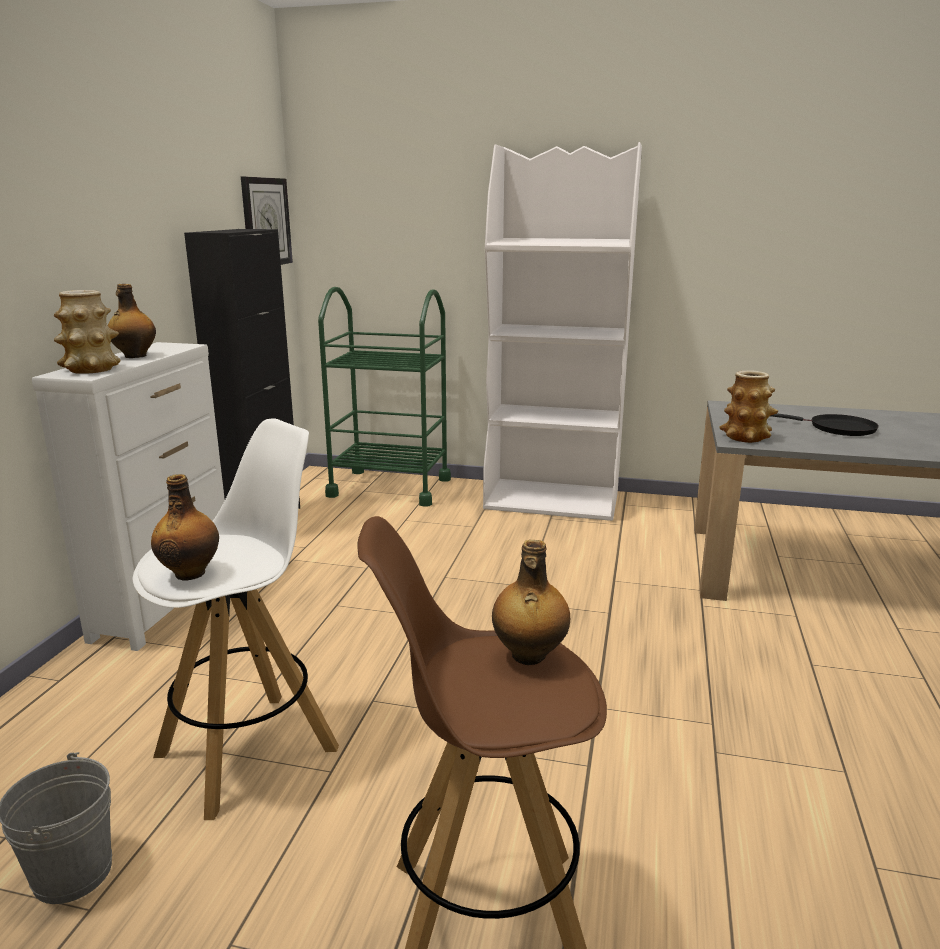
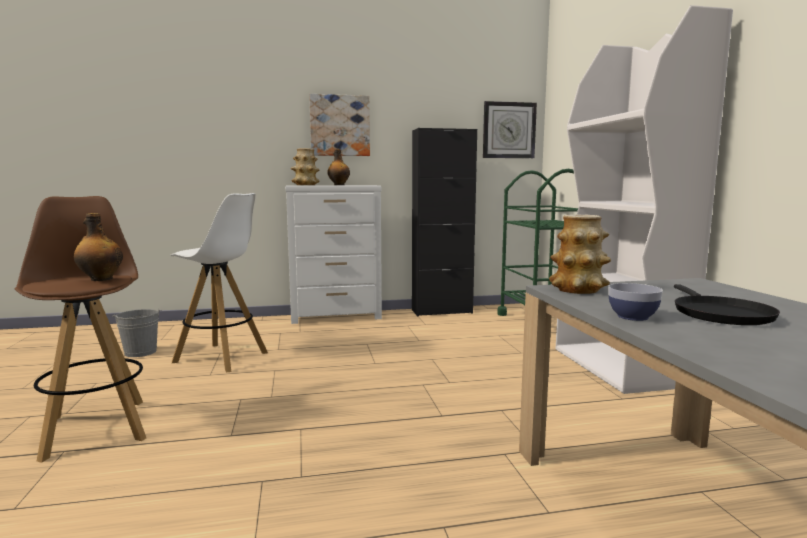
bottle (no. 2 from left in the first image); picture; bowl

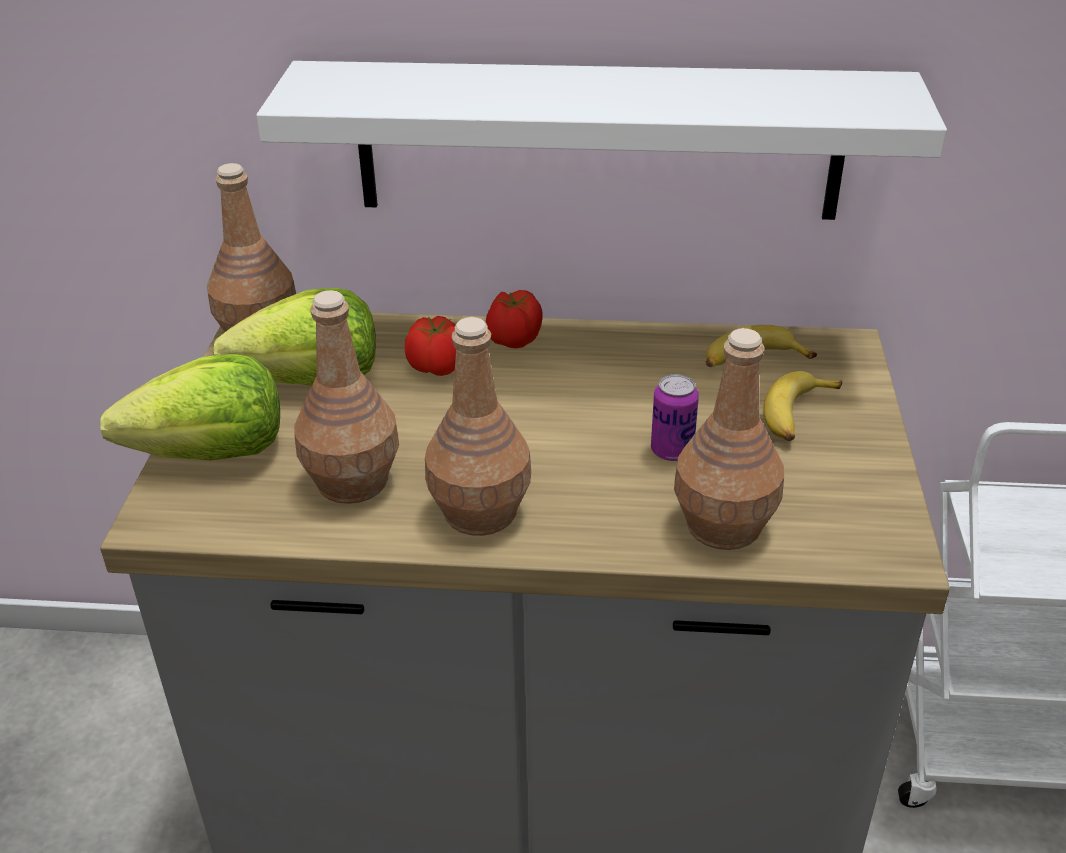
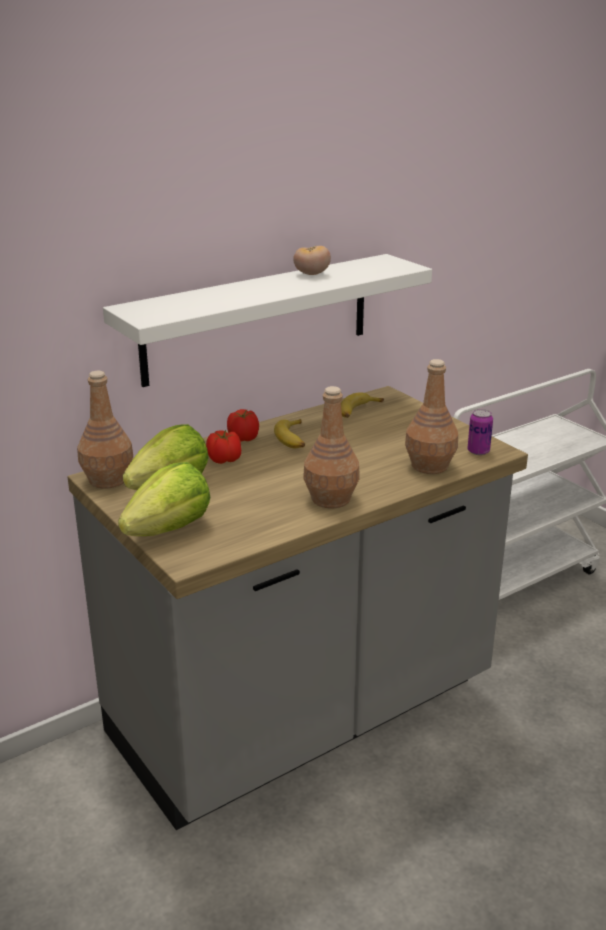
bottle in brown (no. 2 from left in the first image); tomato (no. 3 from left); can; banana (no. 1 from left)

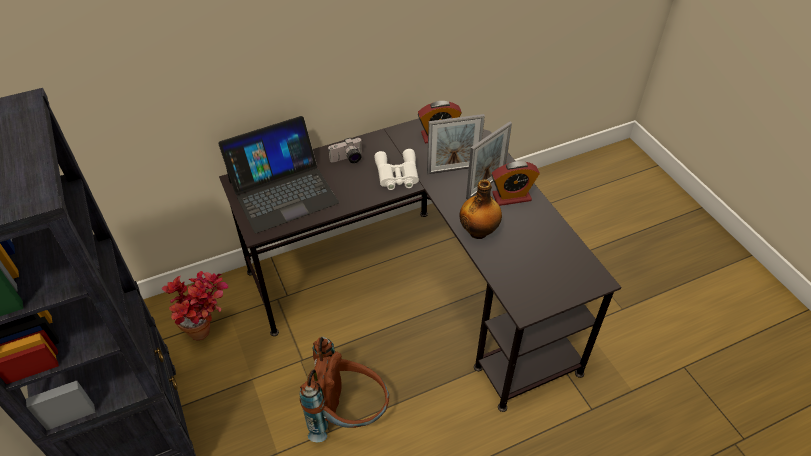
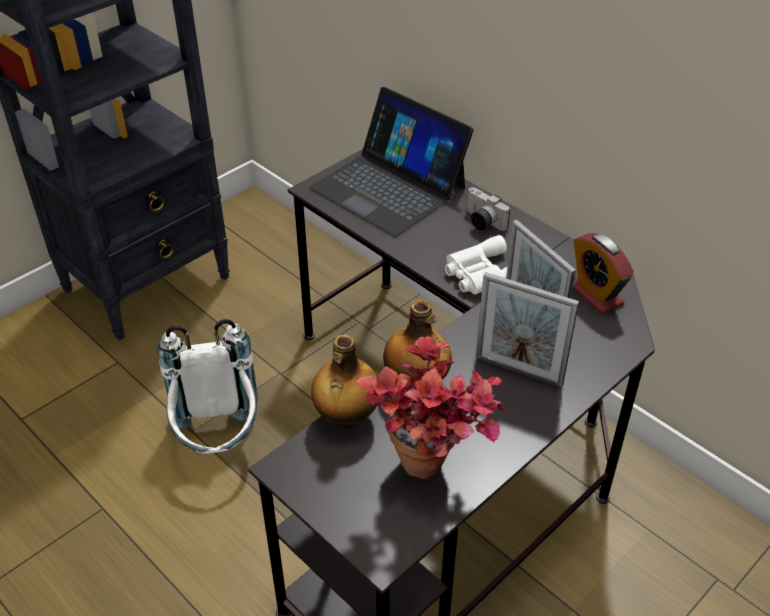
alarm clock (no. 2 from left in the first image); bottle (no. 1 from left); potted plant; backpack in white

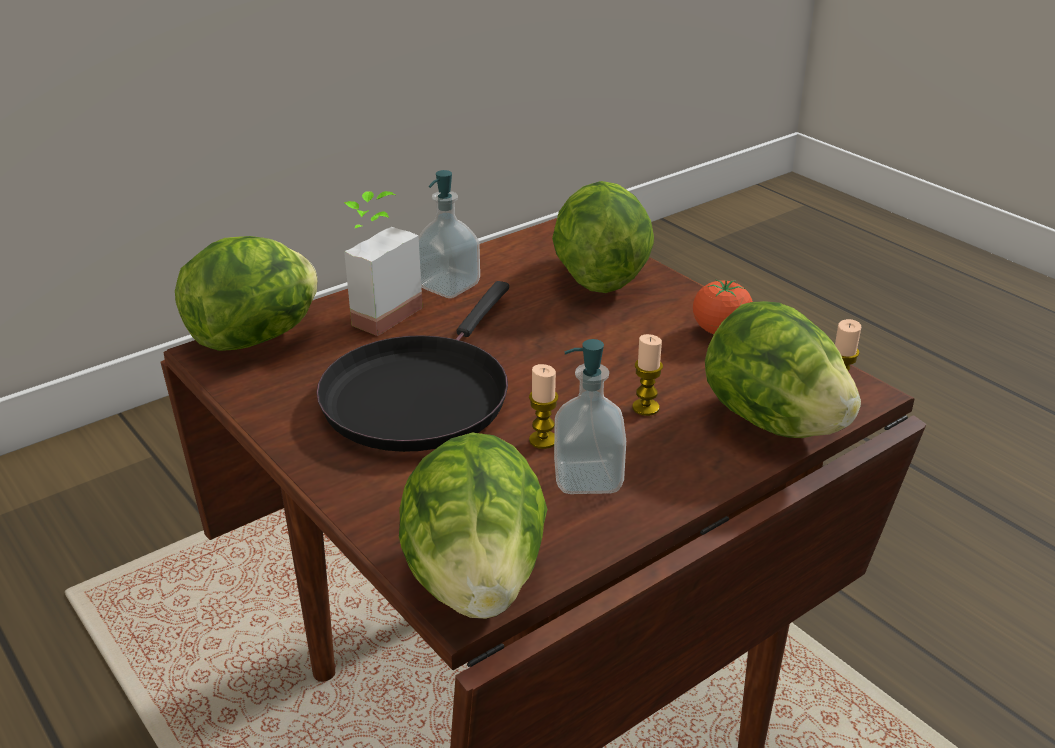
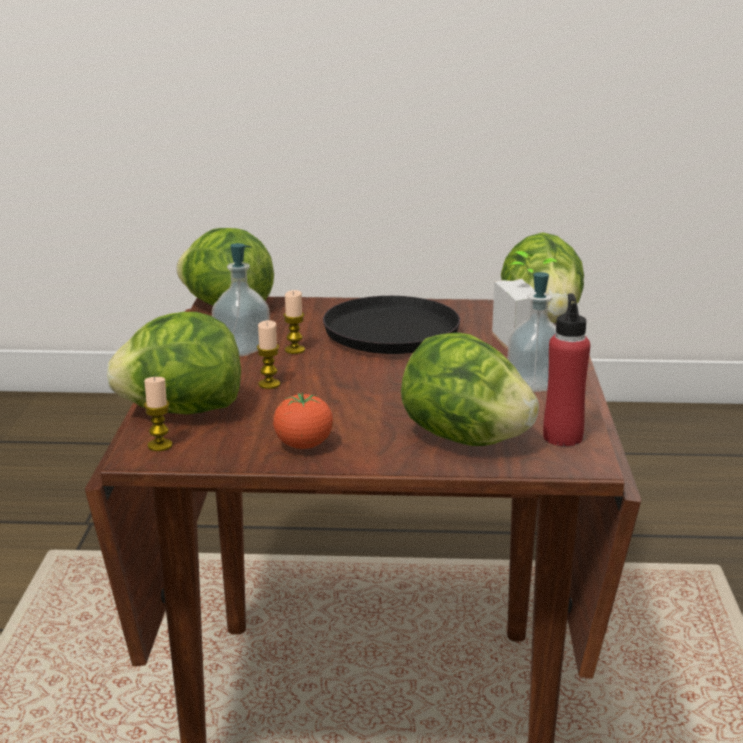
bottle in red

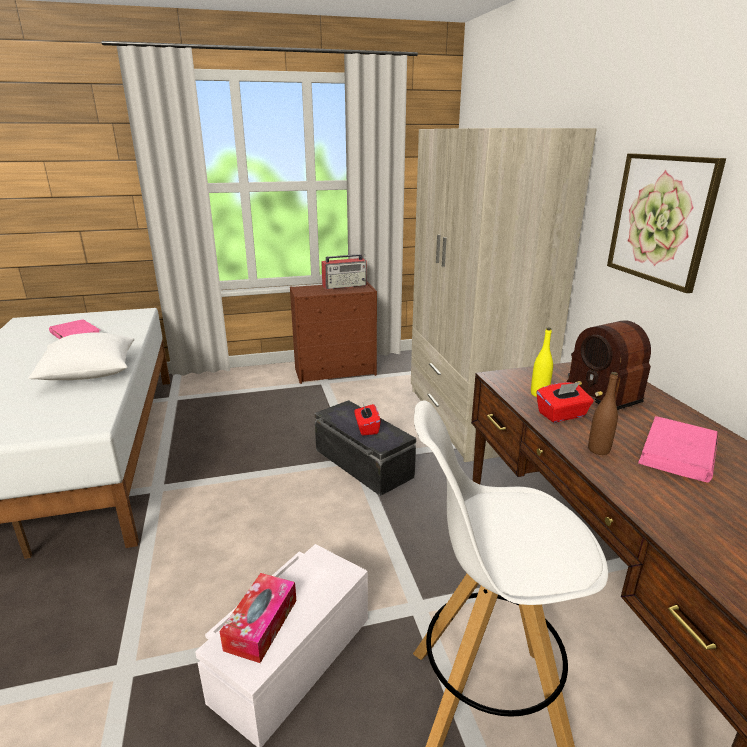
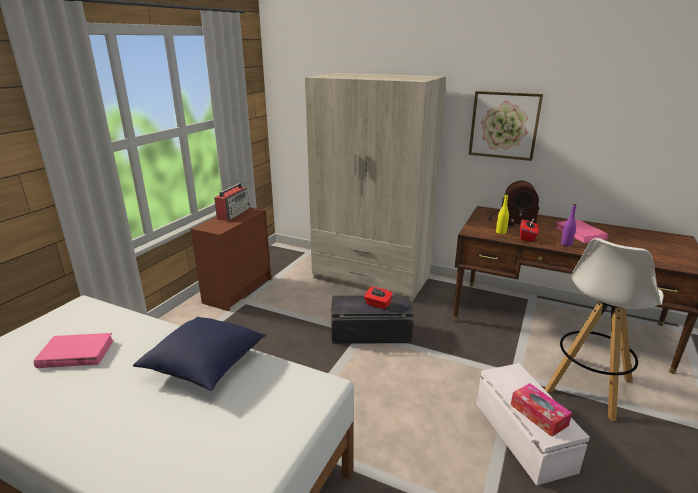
pillow in blue; bottle in purple

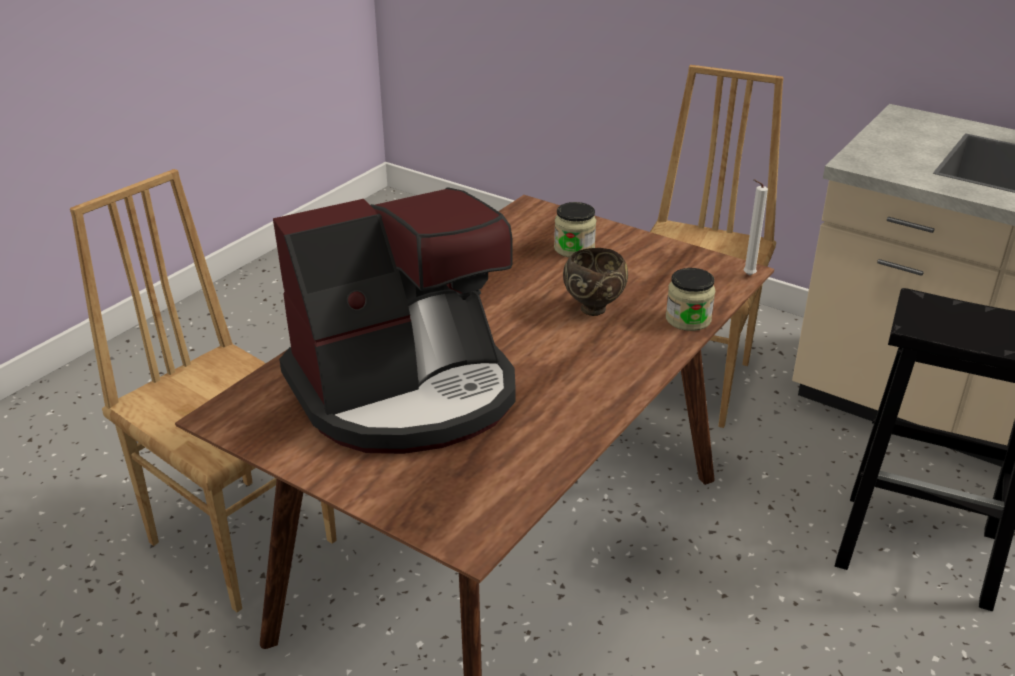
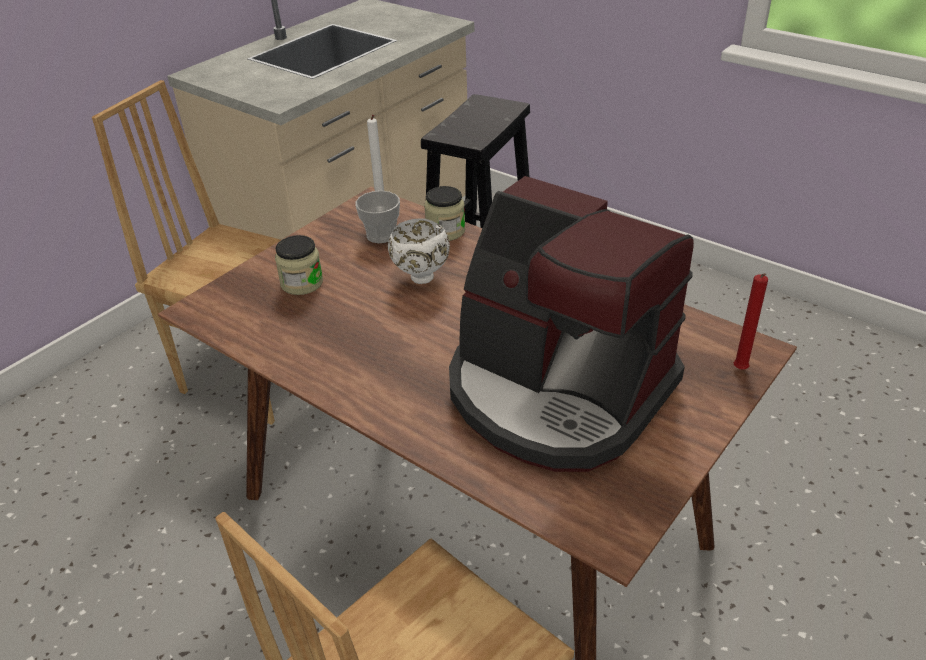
cup; candle in red; bowl in white; coffee machine

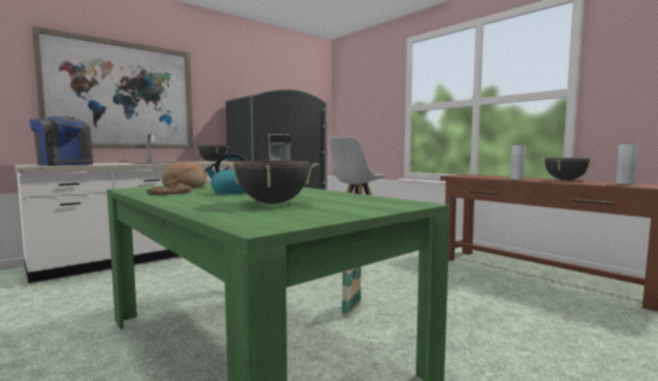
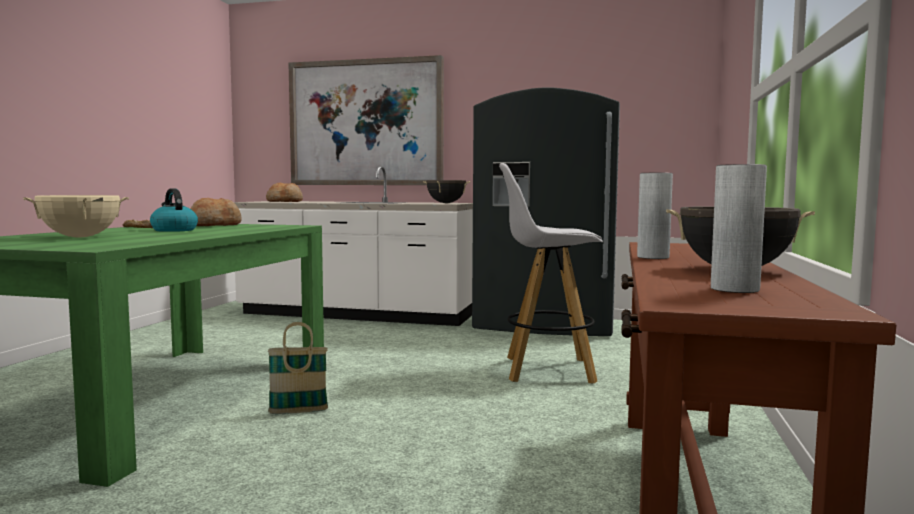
bread (no. 3 from left); cooking pot in beige

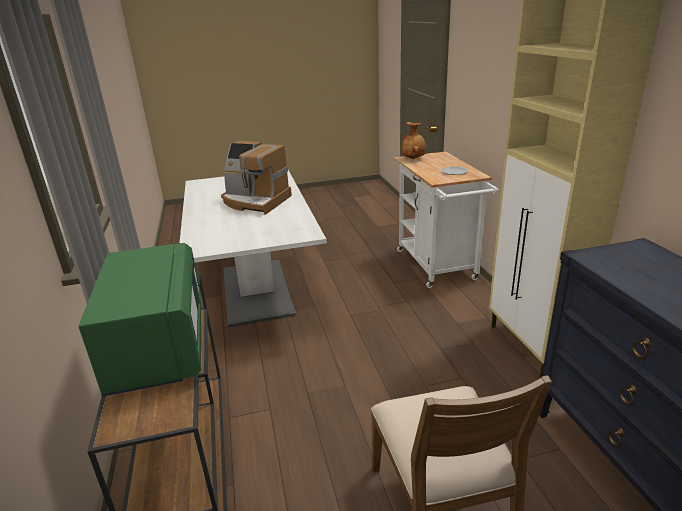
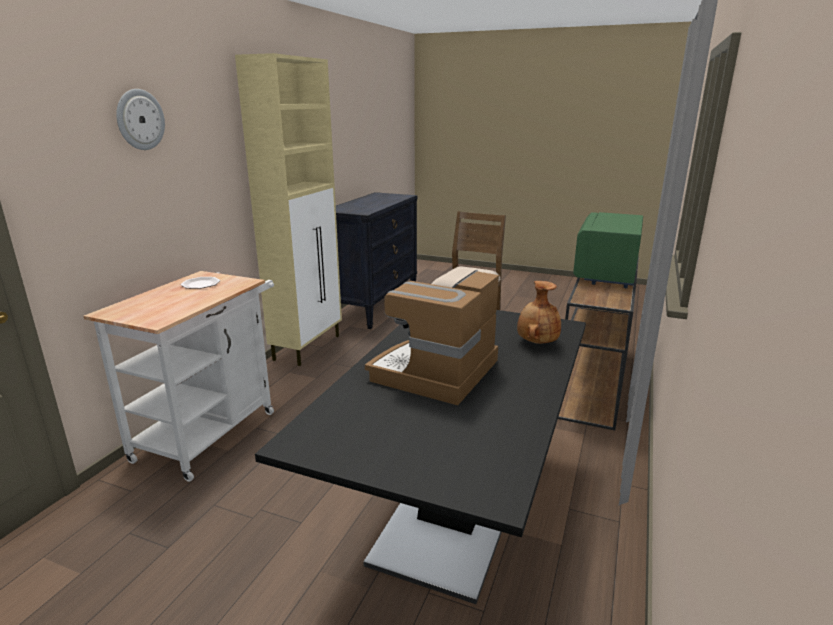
wall clock; vase in brown; dining table in black; coffee machine

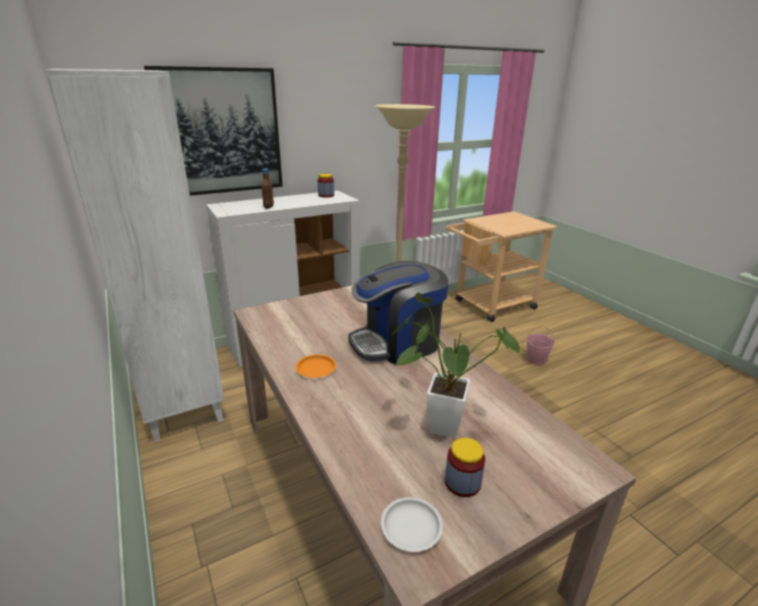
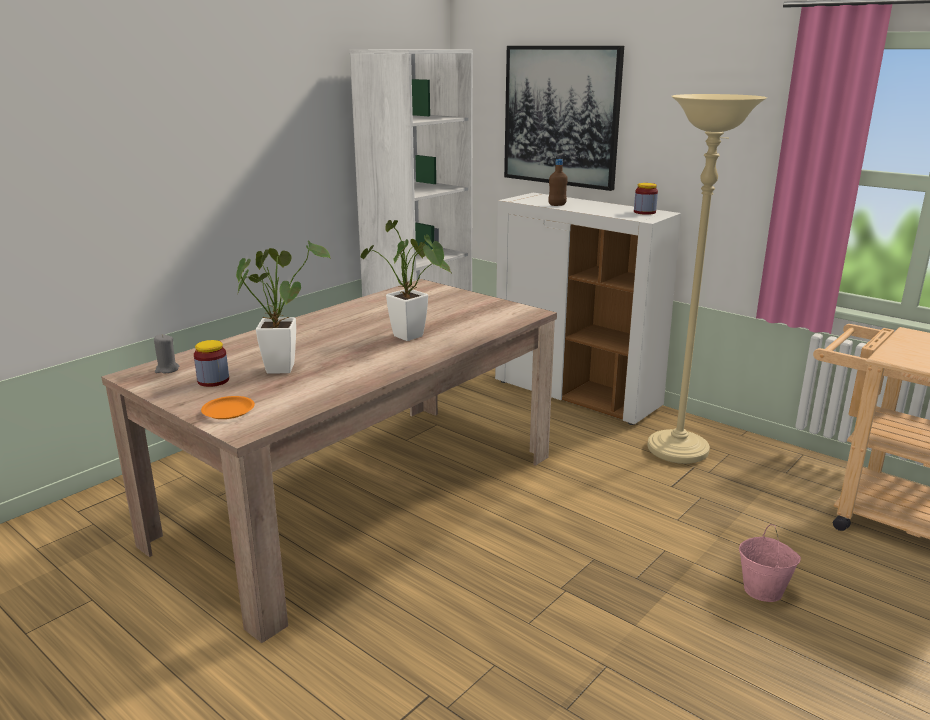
plate in orange; potted plant (no. 2 from left); candle in grey

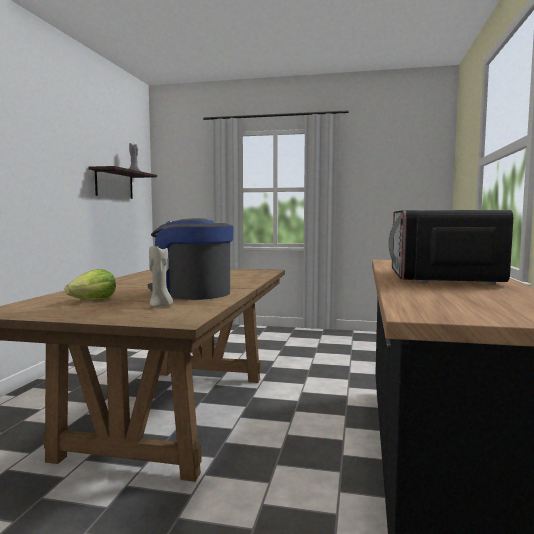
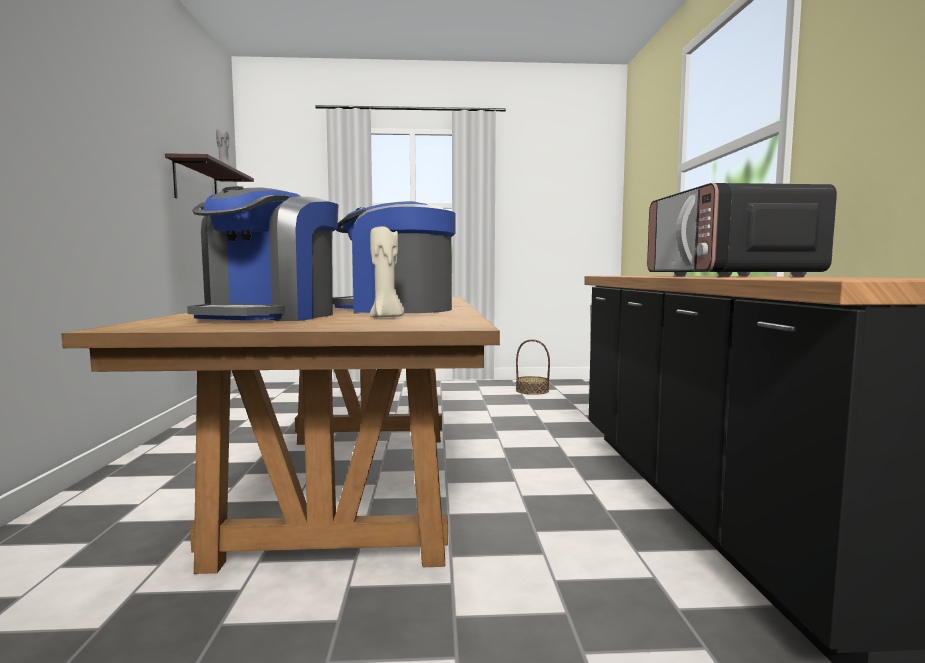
basket; coffee machine (no. 1 from left)

